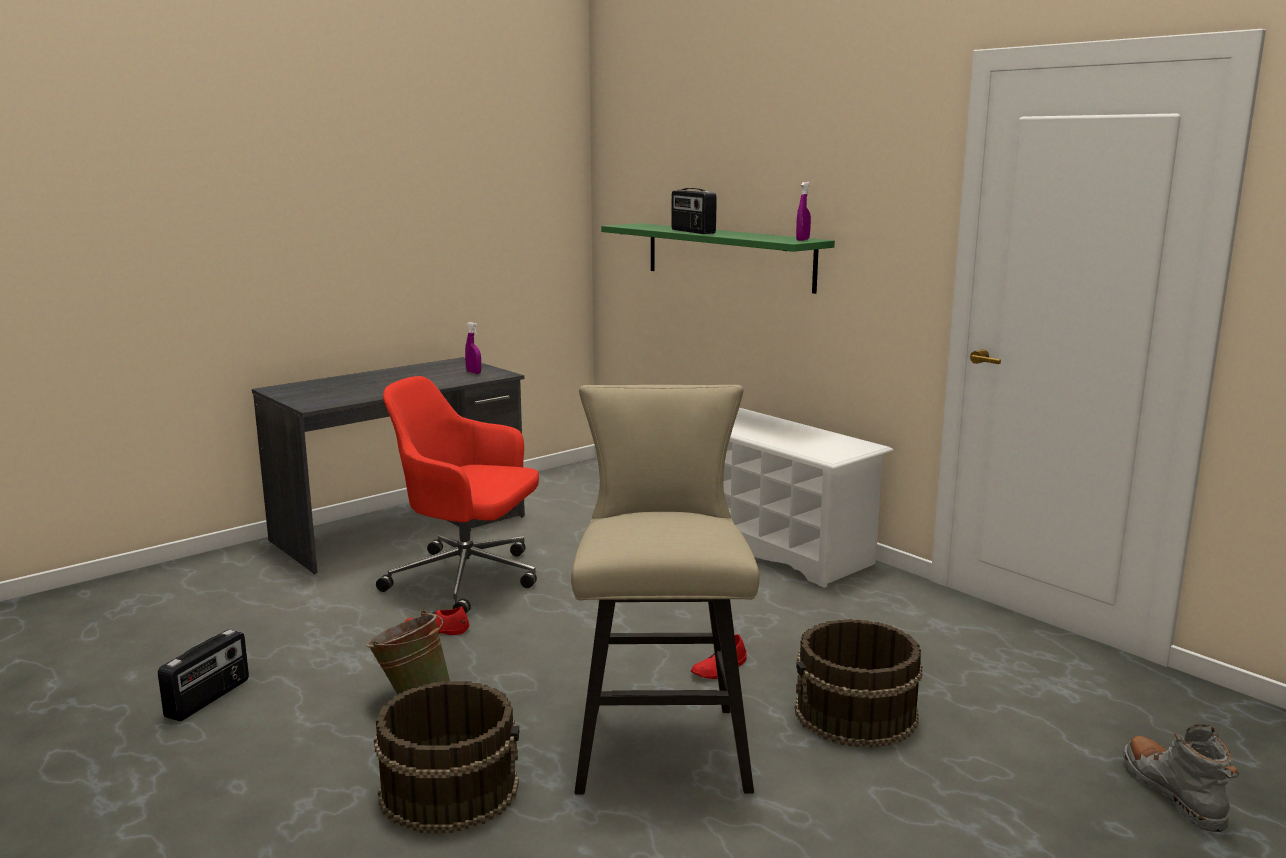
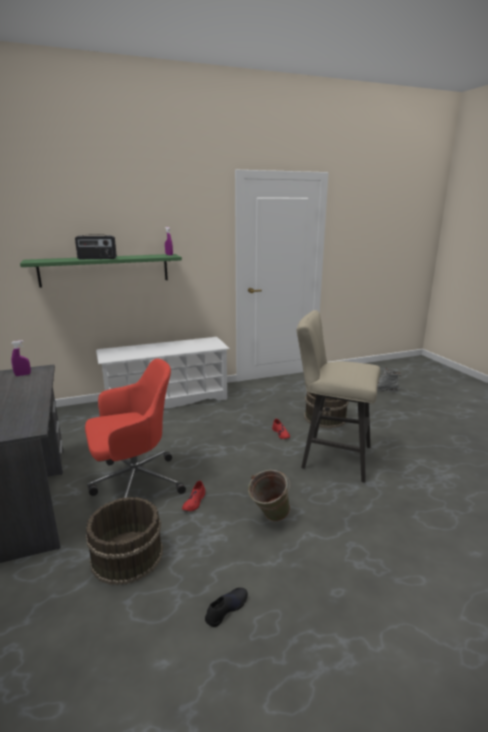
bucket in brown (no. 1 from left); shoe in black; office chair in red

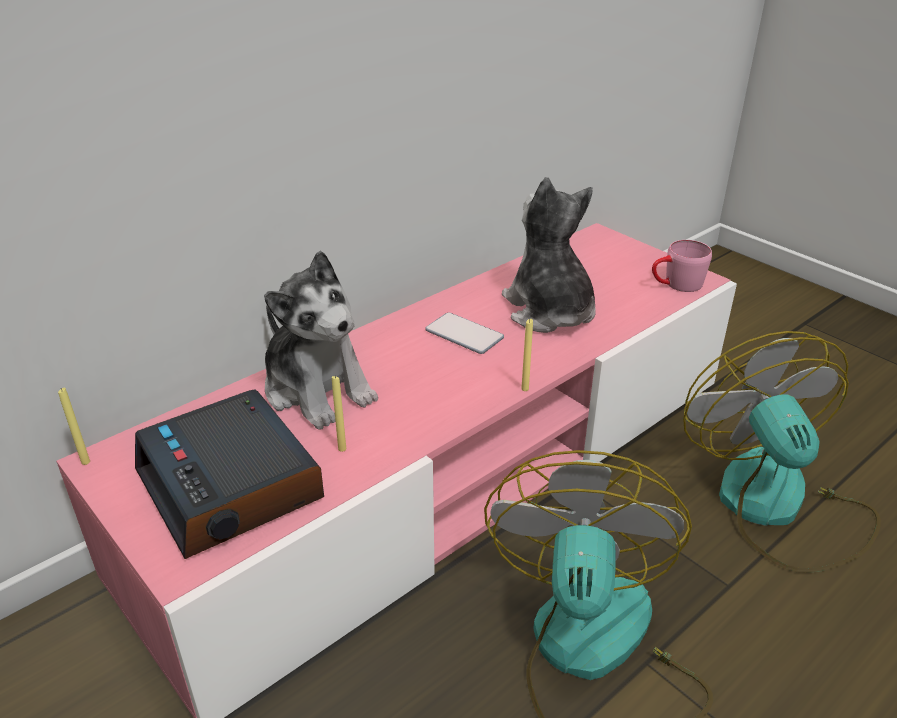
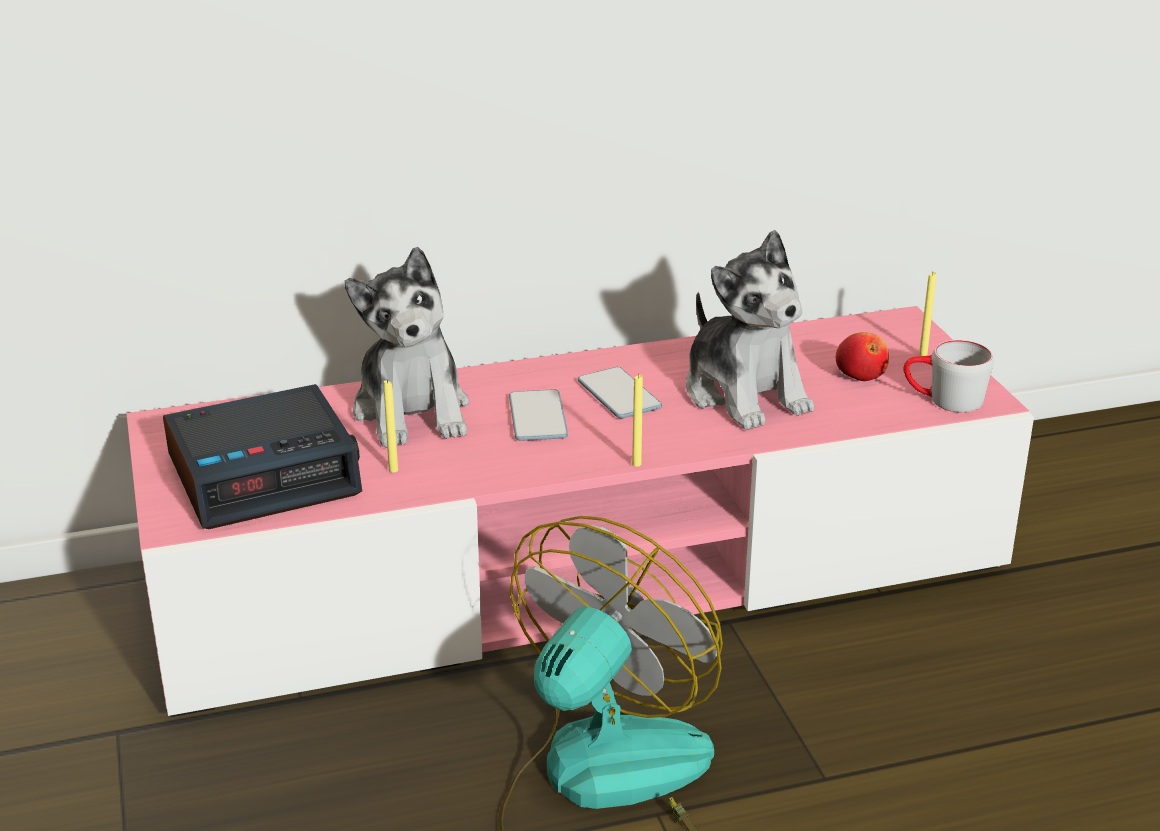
fan (no. 2 from left in the first image); phone (no. 1 from left); apple; candle in yellow (no. 3 from left); mug in grey; alarm clock; plush toy (no. 2 from left)

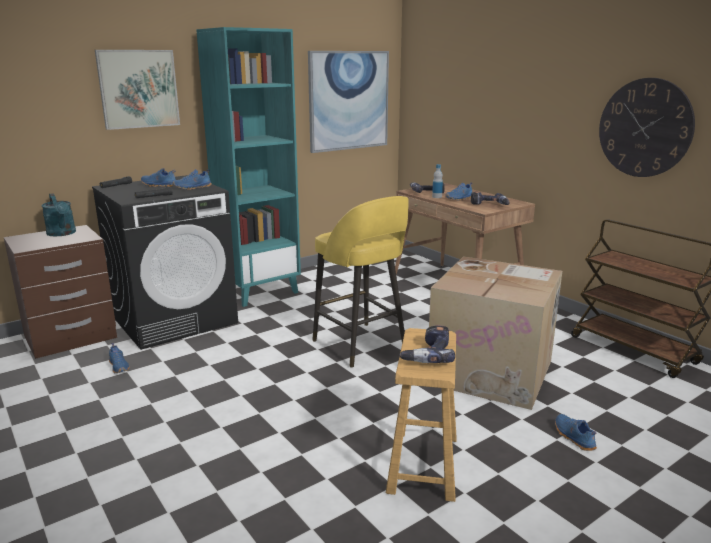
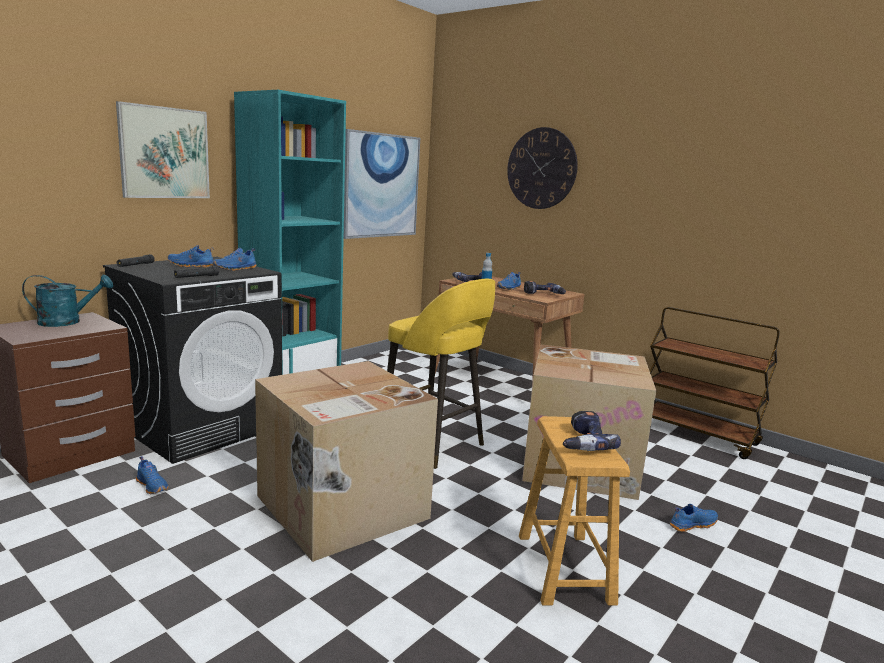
cardboard box (no. 1 from left); wall clock; watering can in turquoise; shoe in blue (no. 5 from left)

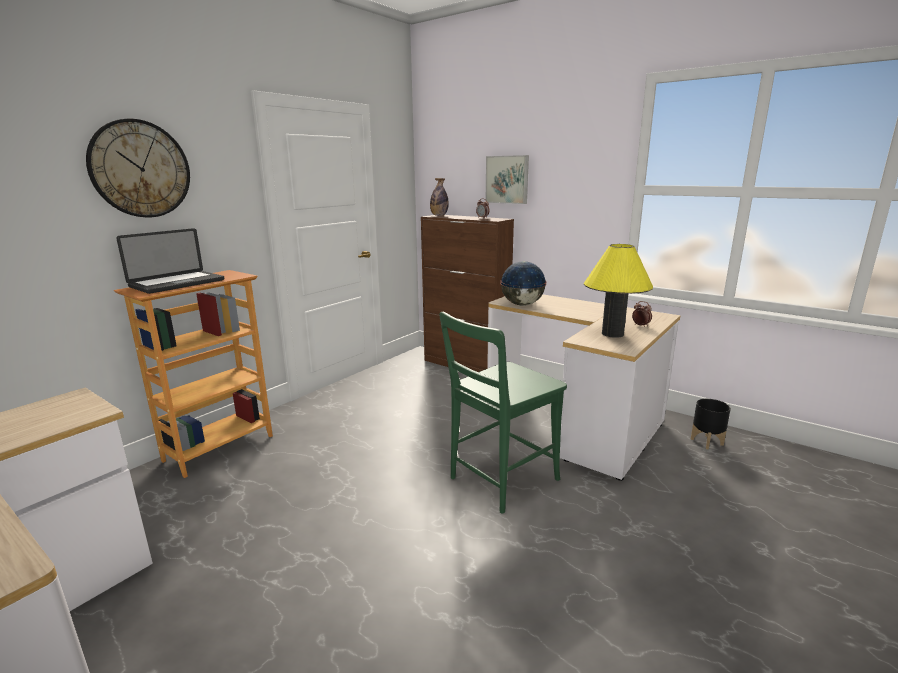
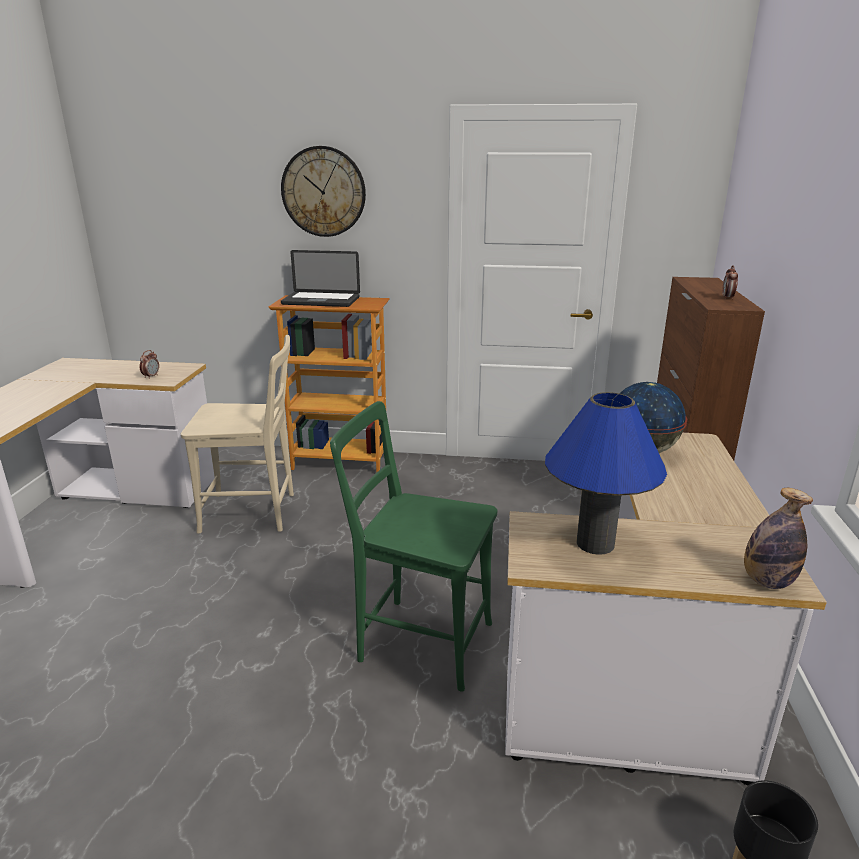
picture; chair in beige; bottle; alarm clock (no. 1 from left); table lamp in blue

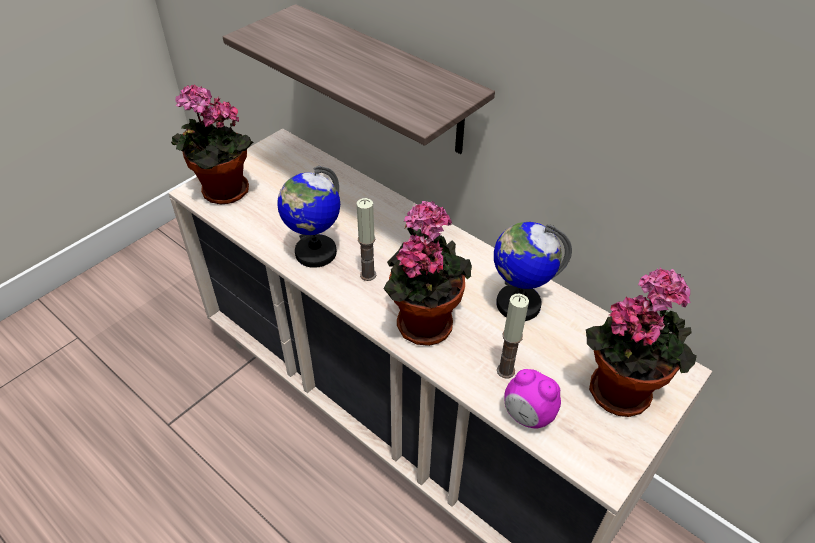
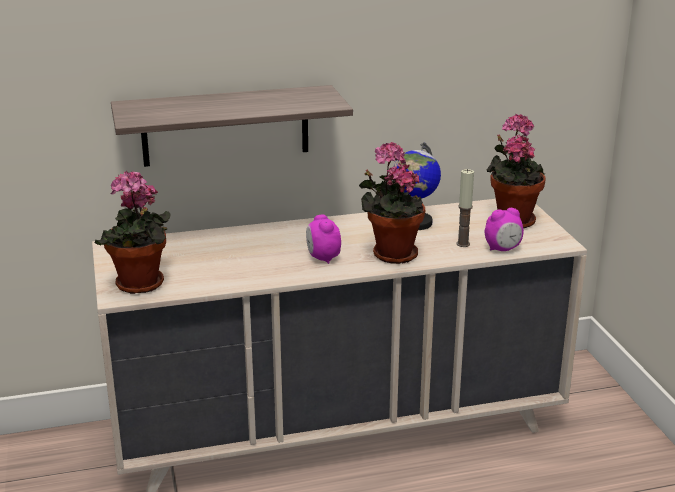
globe (no. 1 from left in the first image); alarm clock (no. 1 from left)

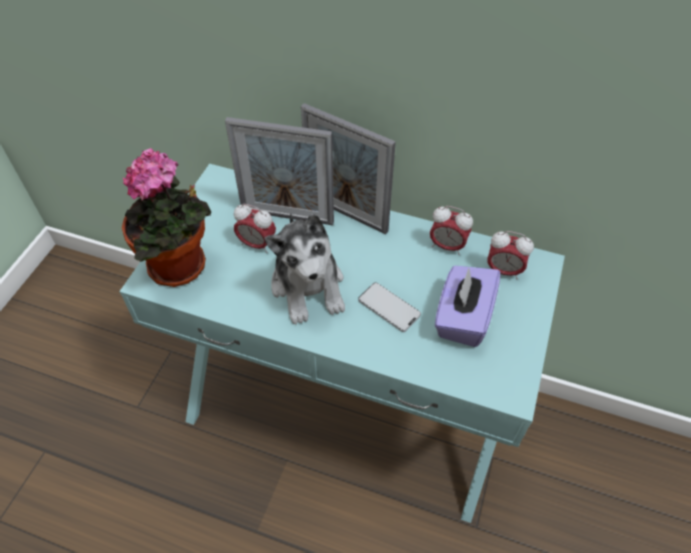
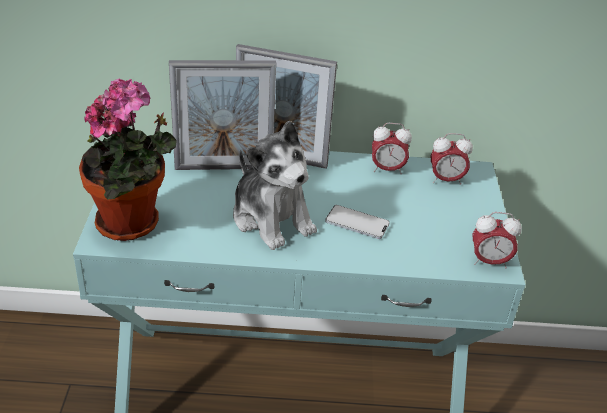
tissue box in purple; alarm clock (no. 3 from left)

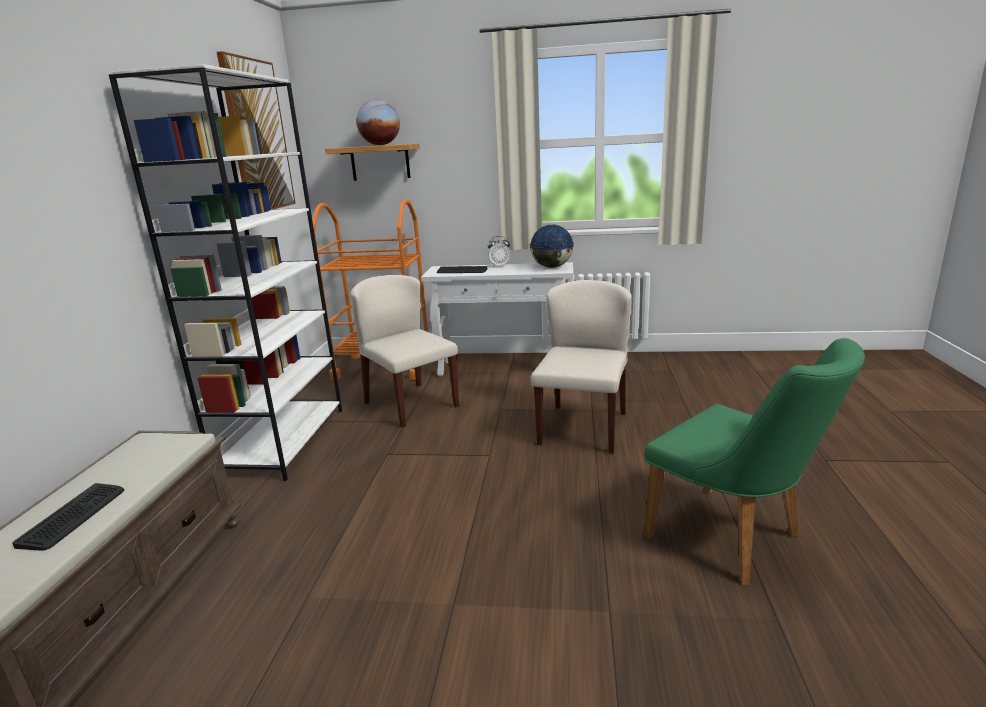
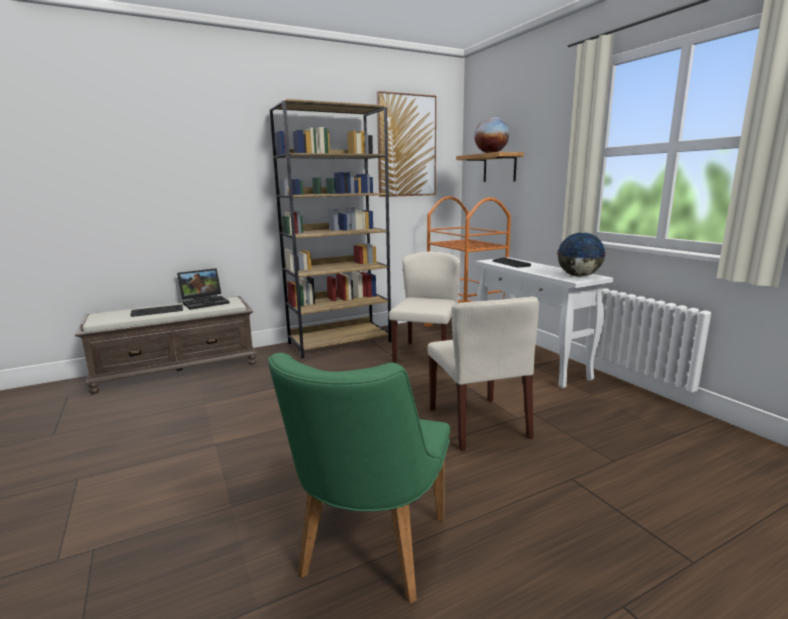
alarm clock; laptop; bookcase in brown; chair in beige (no. 2 from left)

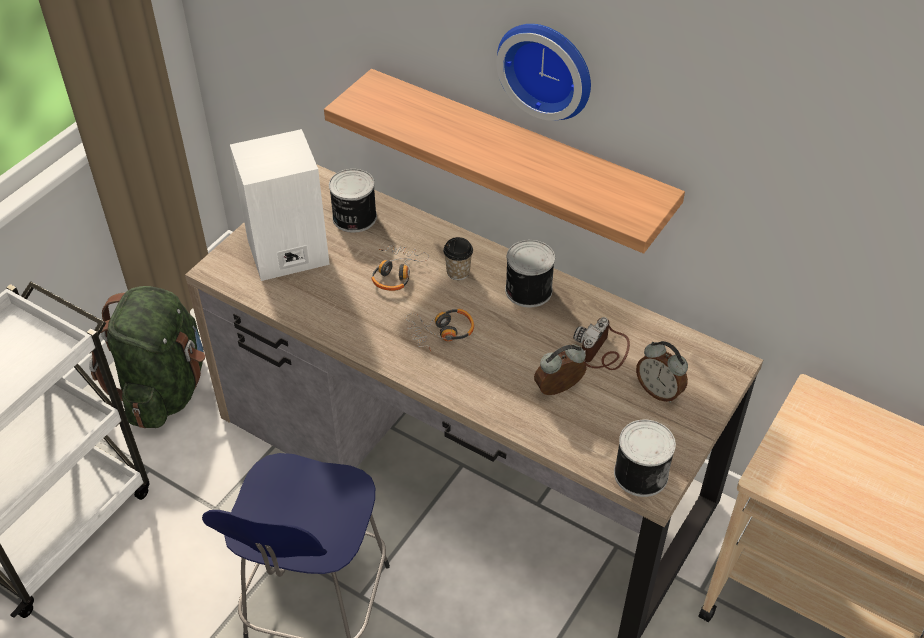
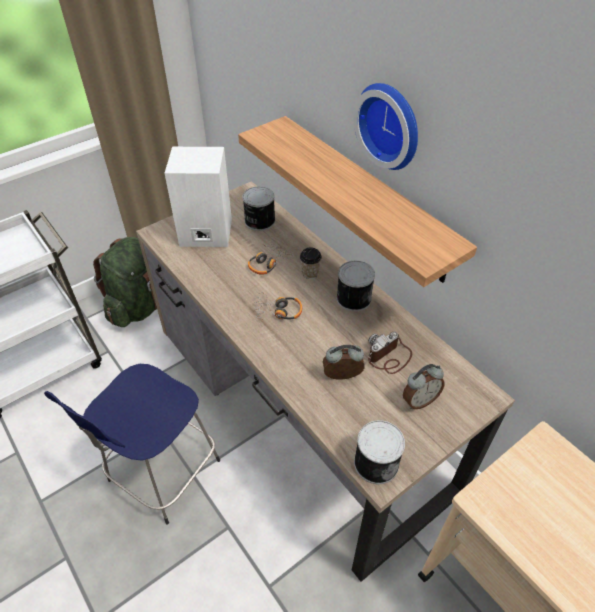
alarm clock (no. 2 from left)

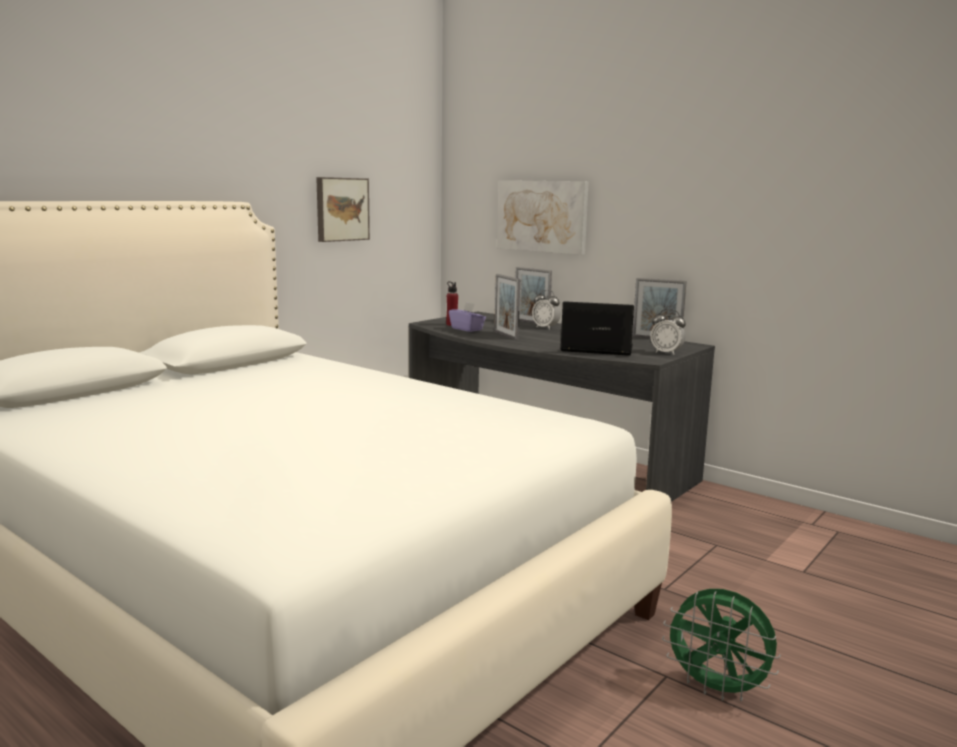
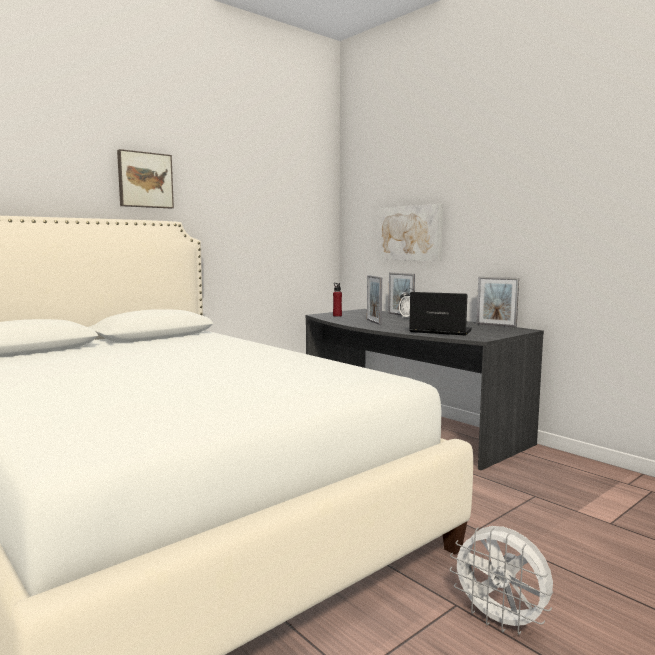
tissue box in purple; alarm clock (no. 2 from left in the first image); picture (no. 1 from left); fan in white

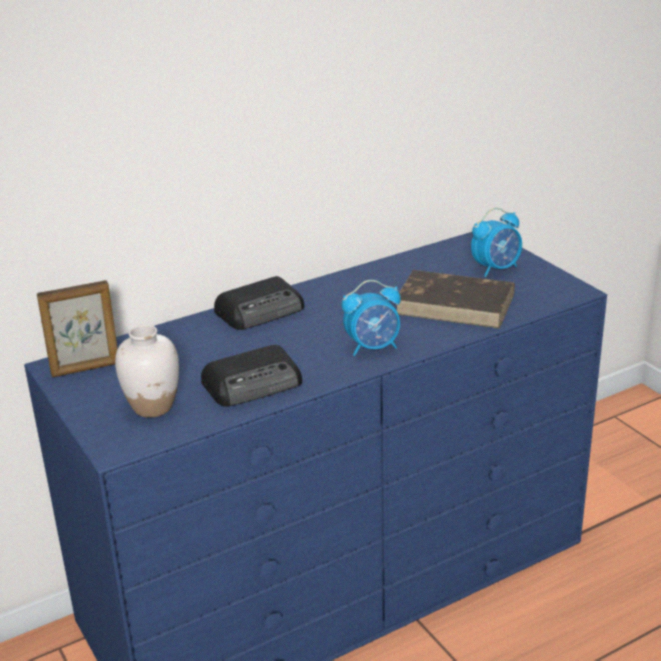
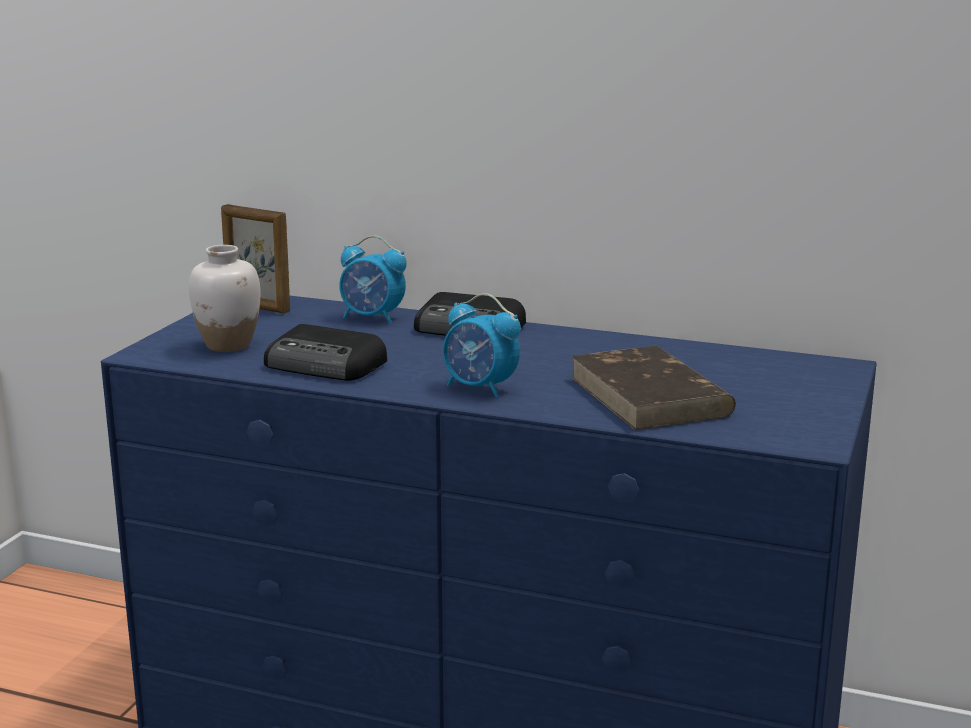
alarm clock (no. 1 from left)

